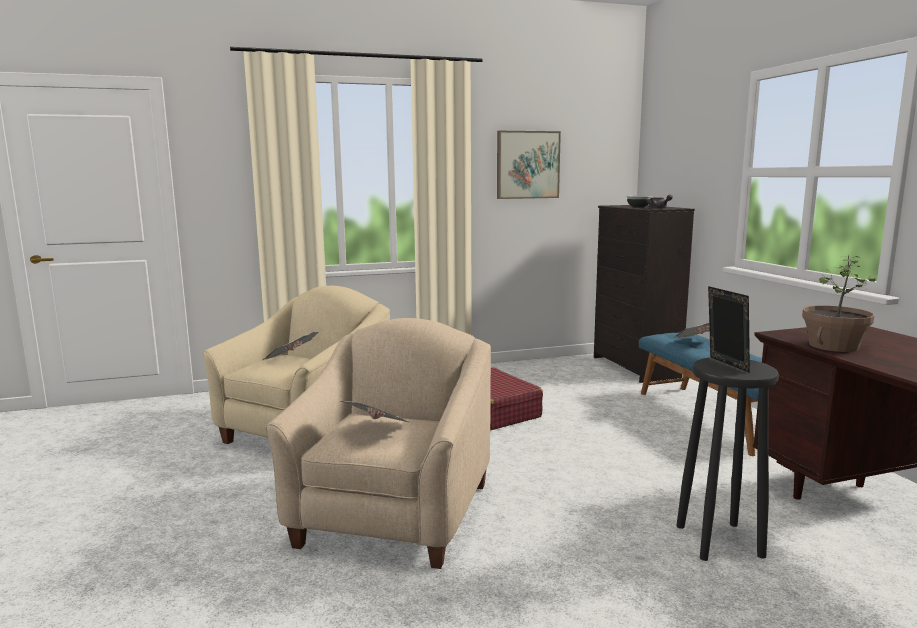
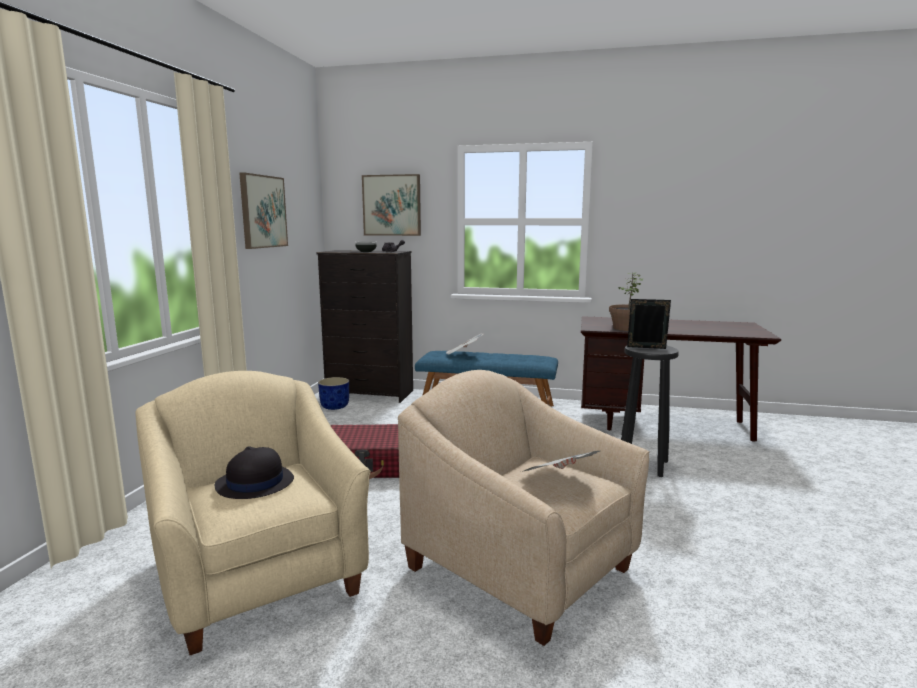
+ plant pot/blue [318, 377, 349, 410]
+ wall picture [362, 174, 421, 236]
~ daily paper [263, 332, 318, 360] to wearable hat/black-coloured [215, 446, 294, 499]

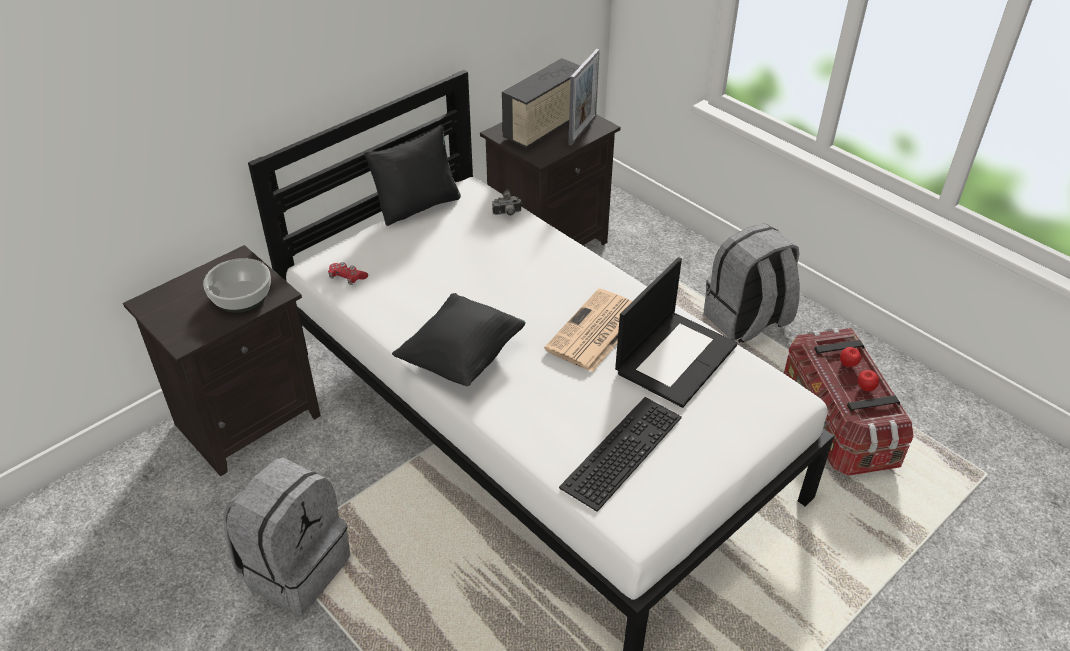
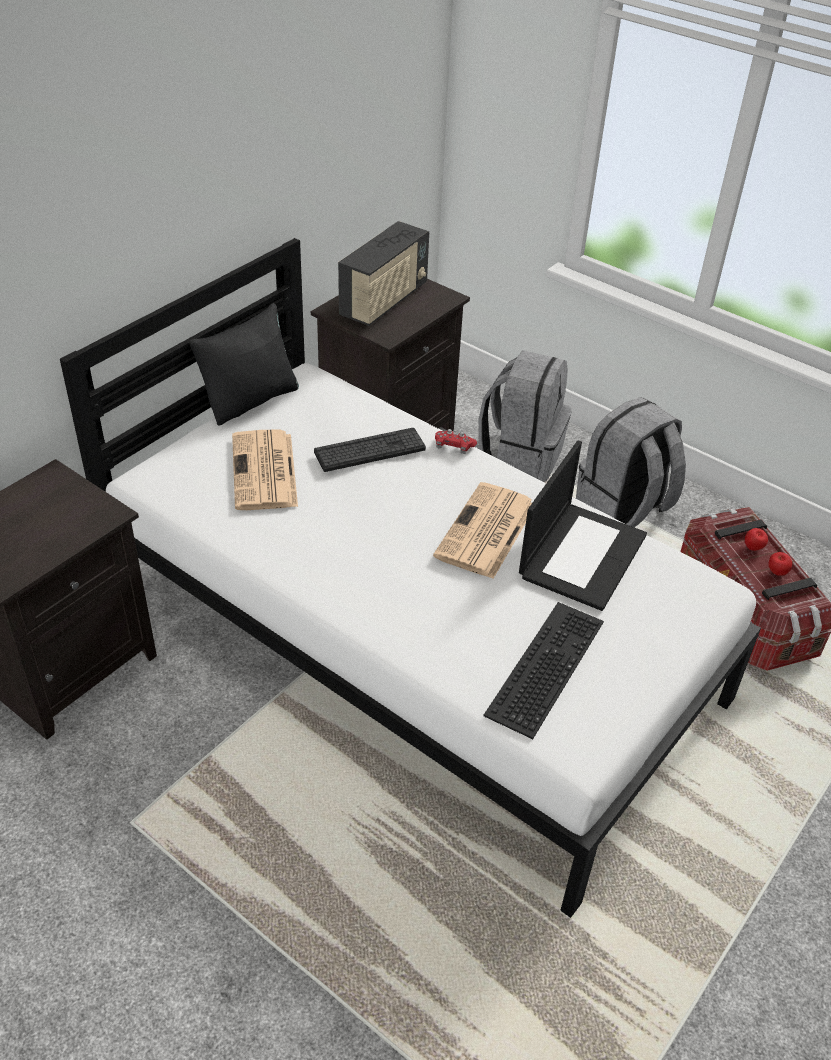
- serving bowl [203, 258, 271, 313]
- cushion/black-coloured [392, 293, 526, 386]
- still camera [492, 189, 522, 216]
- standing frame [568, 49, 600, 146]
+ daily paper [232, 430, 298, 510]
+ computer keyboard [314, 428, 426, 472]
~ backpack/greyish [223, 457, 350, 615] to [479, 350, 572, 482]
~ gamepad/reddish [328, 262, 368, 285] to [435, 429, 477, 454]

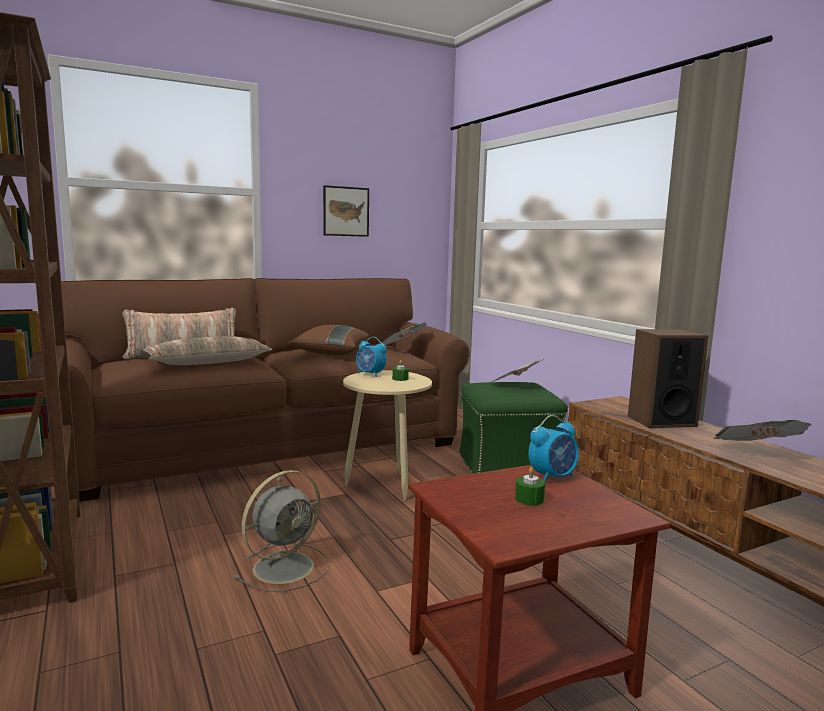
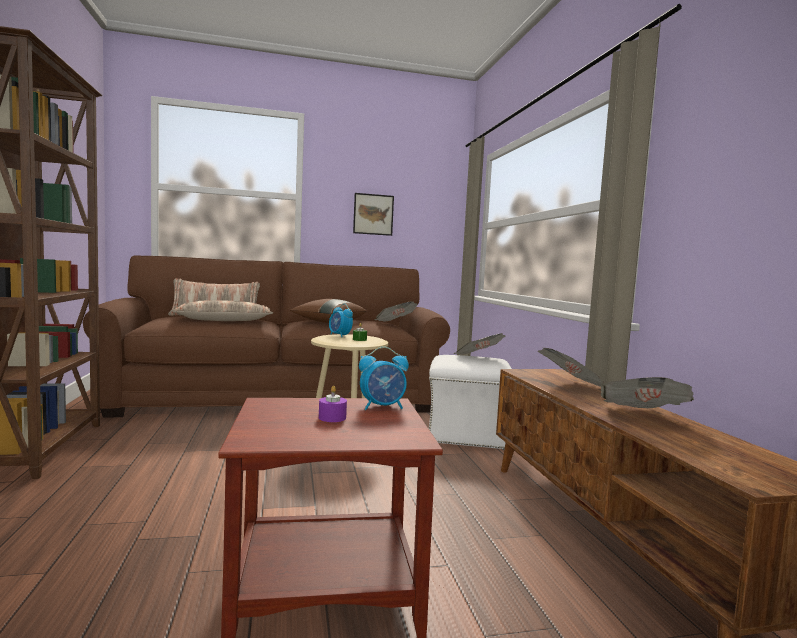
- electric fan/greyish [233, 470, 330, 592]
~ audio speaker [628, 329, 709, 428] to daily paper [538, 348, 605, 387]
~ pouffe/greenish [459, 382, 568, 474] to pouffe/white-coloured [429, 355, 512, 450]
~ wax candle/greenish [515, 467, 545, 506] to wax candle/purplish [319, 386, 347, 422]

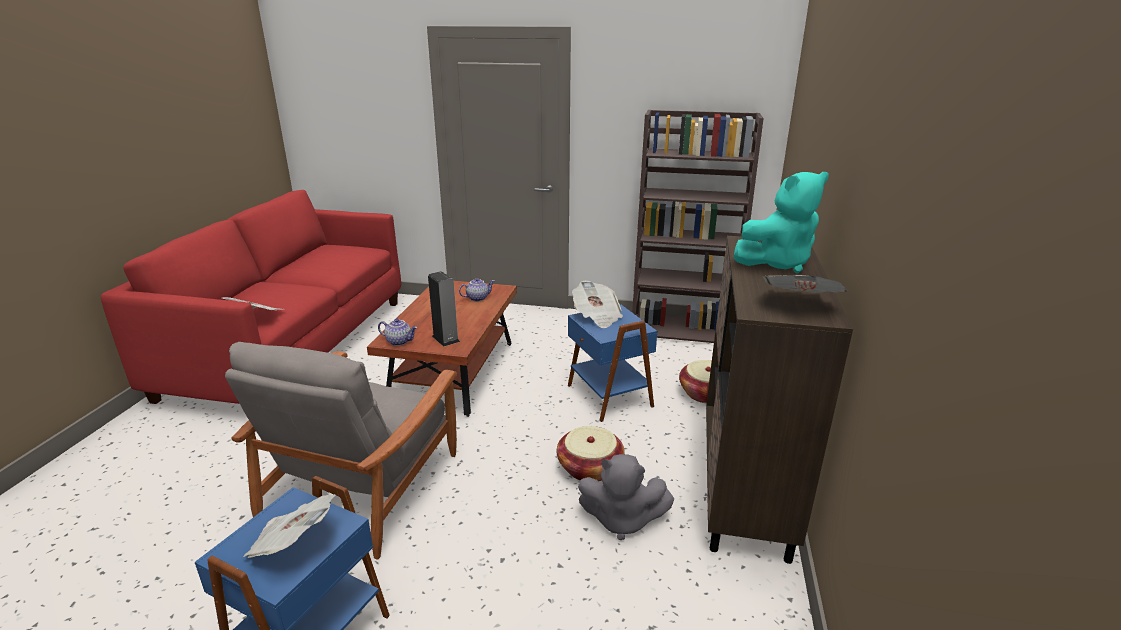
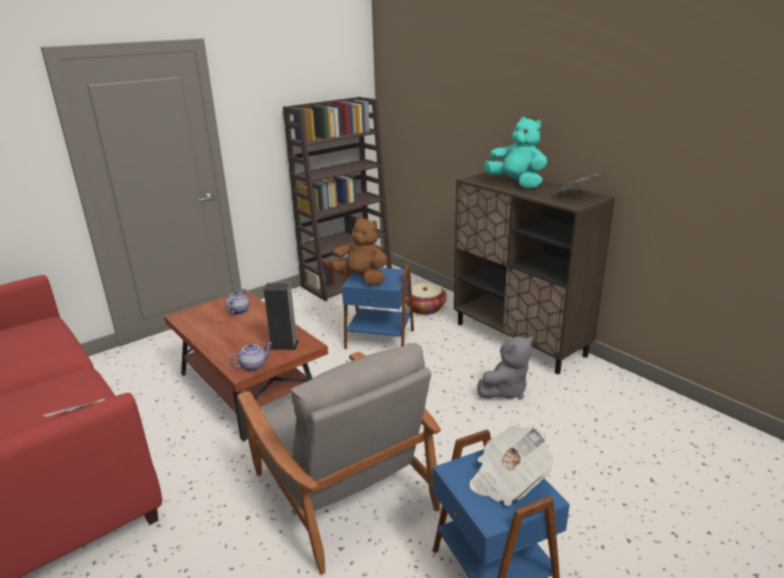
- storage basket [557, 426, 625, 482]
~ daily paper [572, 280, 623, 328] to cuddly toy/brown [328, 216, 387, 285]
~ cuddly toy/turquoise [734, 172, 829, 273] = [484, 116, 547, 188] 60 degrees counterclockwise

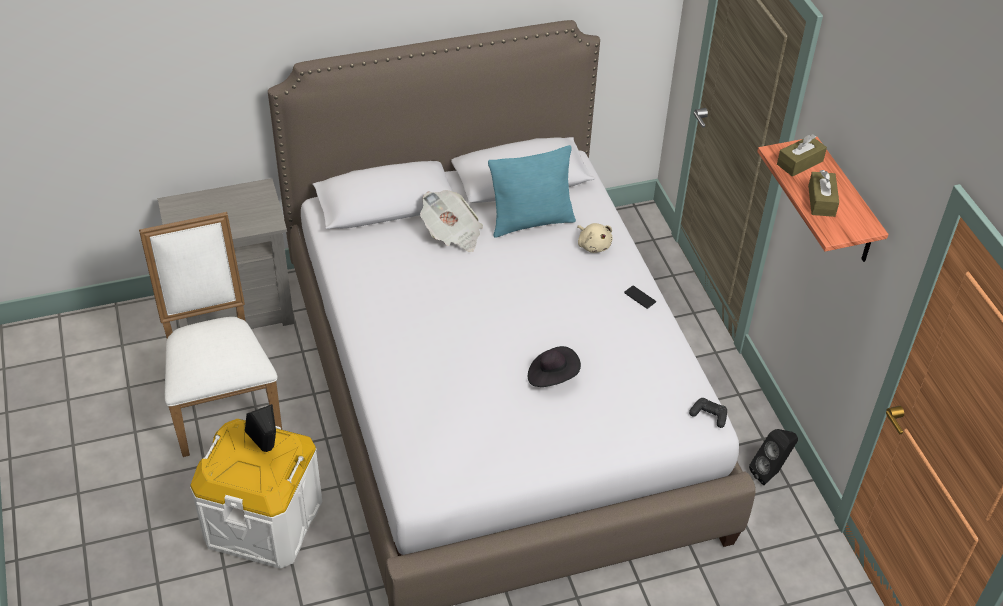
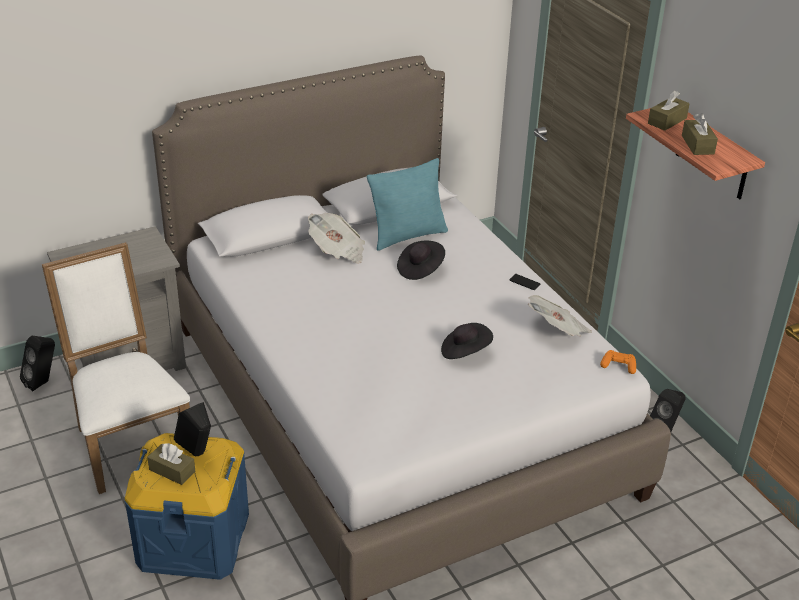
- cuddly toy/sand-coloured [577, 223, 613, 253]
+ audio speaker/black-coloured [20, 336, 55, 391]
+ box of tissues/brown [147, 443, 195, 485]
+ wearable hat/black-coloured [397, 241, 445, 280]
+ daily paper [528, 295, 592, 336]
~ storage box/white-coloured [190, 419, 322, 569] to storage box/blue [125, 433, 249, 580]
~ gamepad/black-coloured [689, 398, 727, 428] to gamepad/orangey [600, 350, 636, 374]

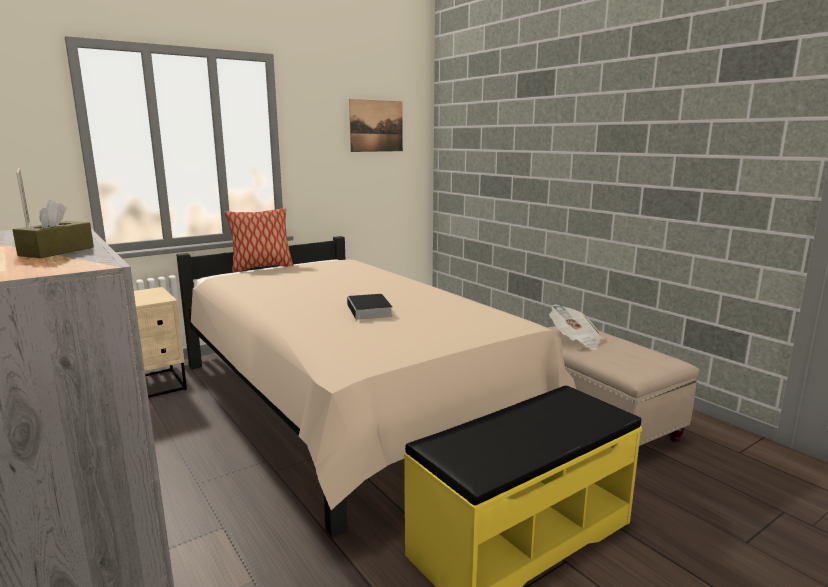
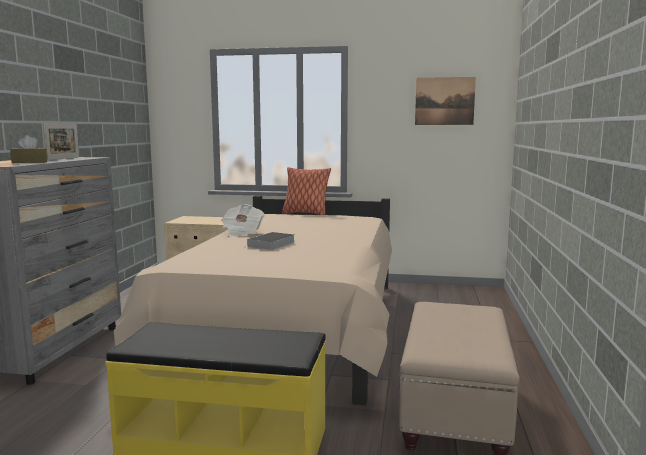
~ daily paper [549, 305, 603, 350] to [222, 204, 265, 237]

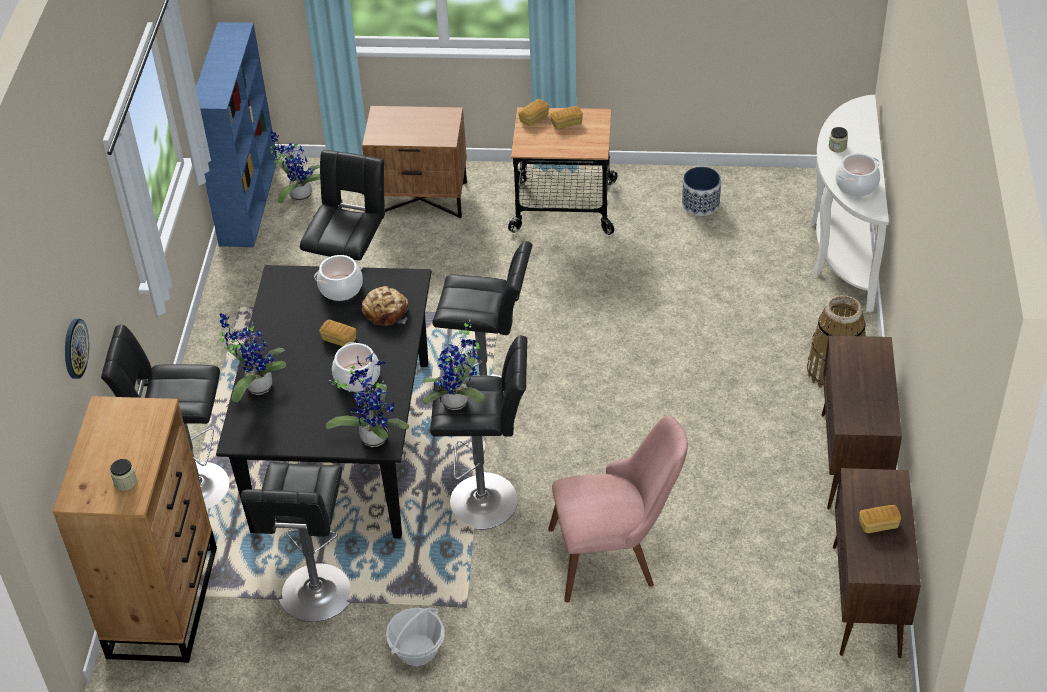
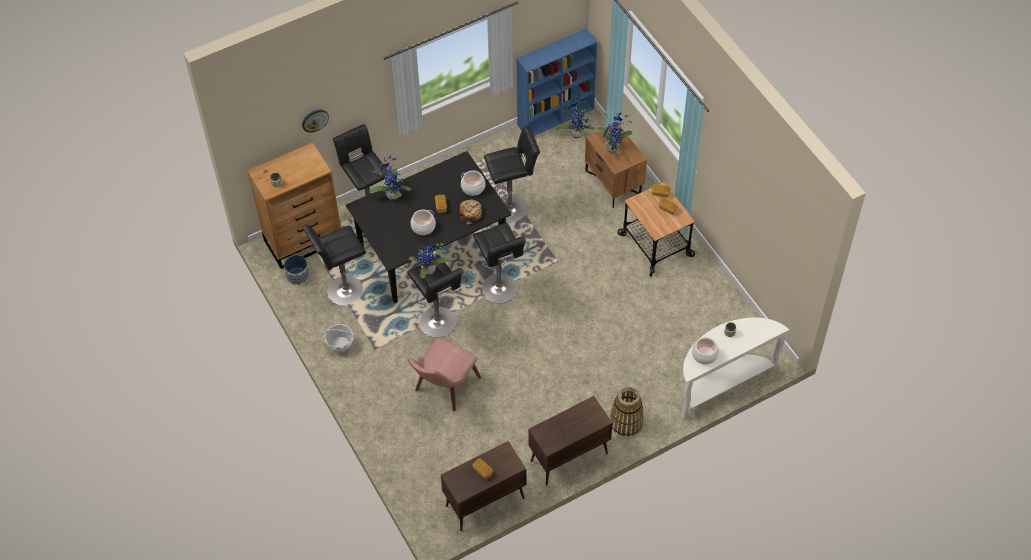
~ potted plant [326, 352, 409, 447] to [597, 111, 633, 154]
~ plant pot [682, 167, 721, 216] to [284, 255, 309, 285]
~ upright chair/pink [548, 415, 688, 602] = [408, 338, 481, 411] 75 degrees clockwise

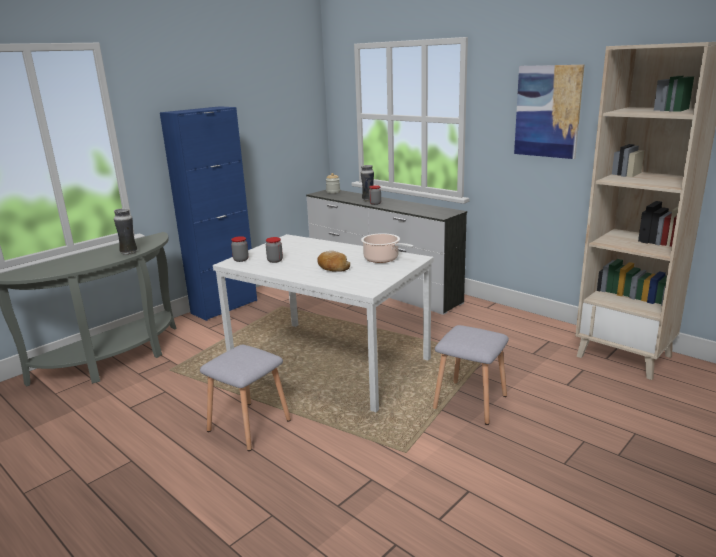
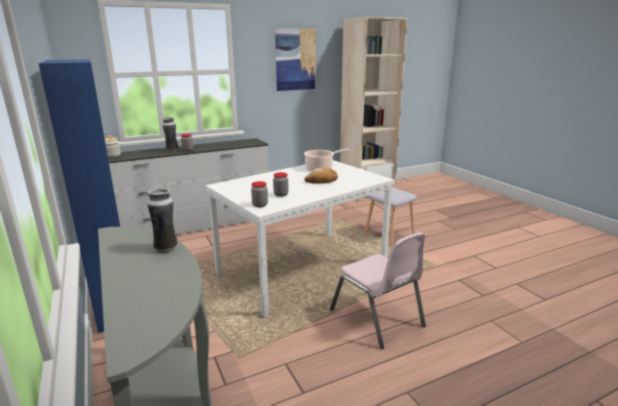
~ stool seat/greyish [200, 345, 291, 451] to upright chair/pink [330, 232, 426, 349]

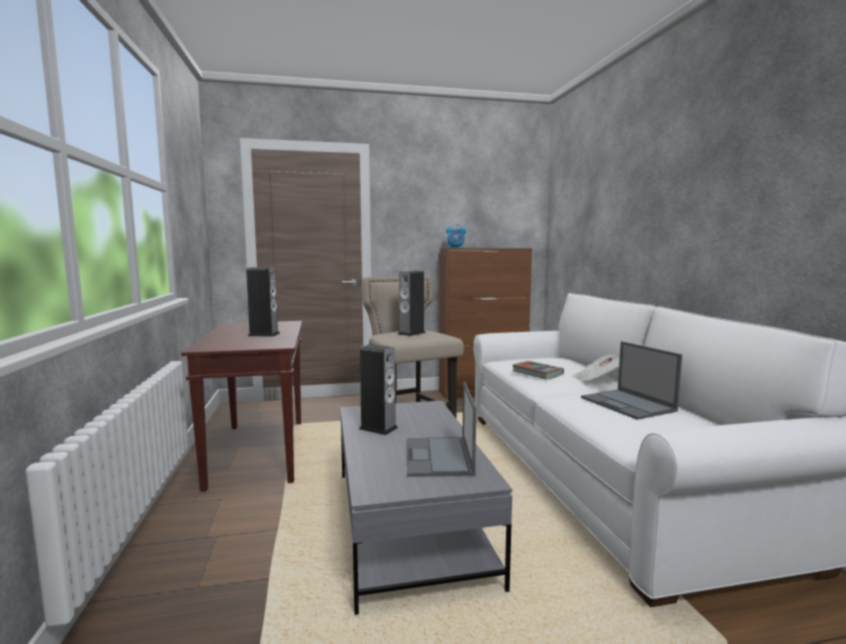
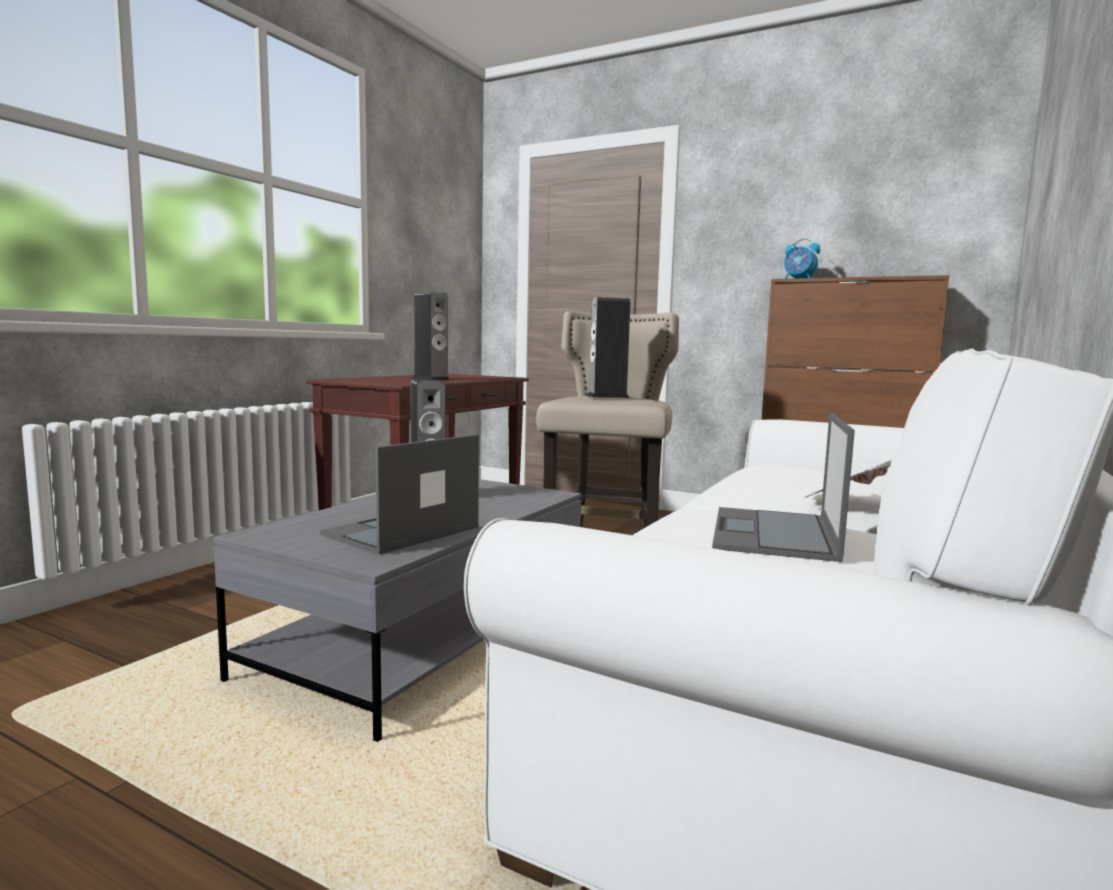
- book [512, 361, 564, 380]

